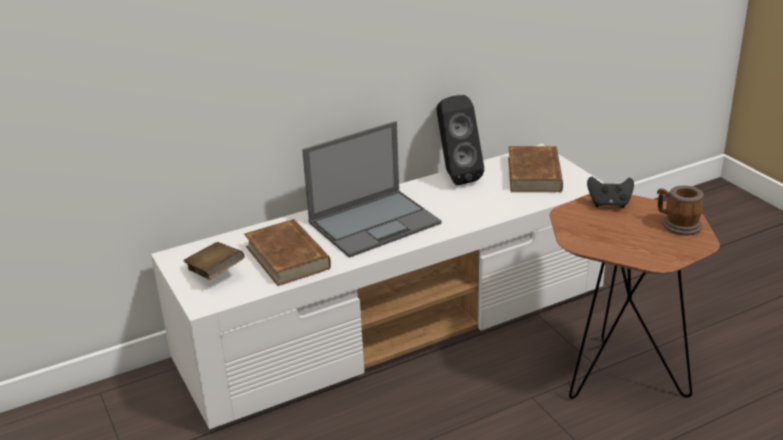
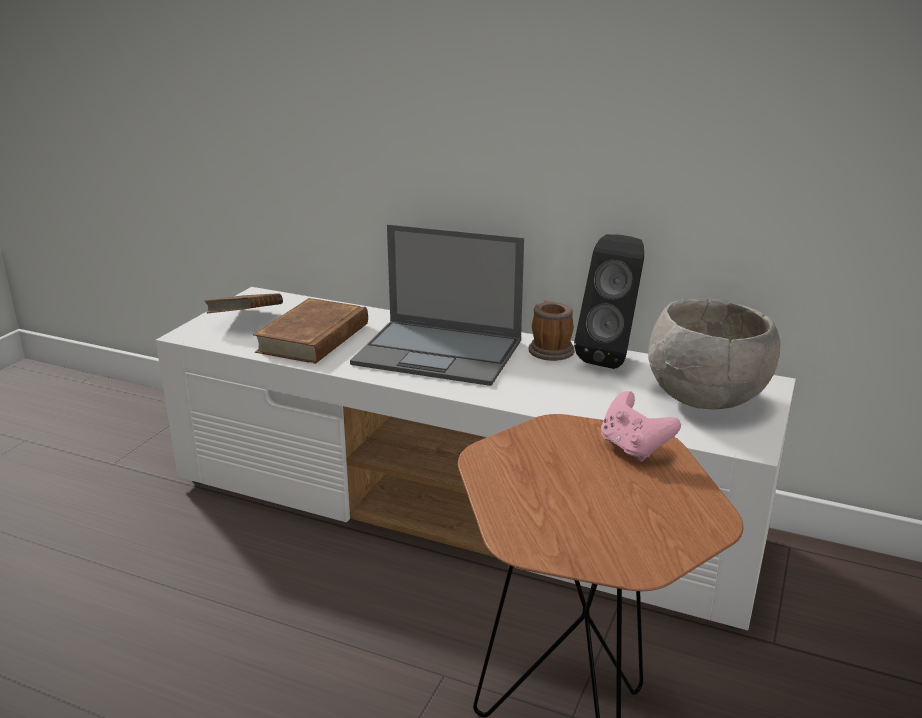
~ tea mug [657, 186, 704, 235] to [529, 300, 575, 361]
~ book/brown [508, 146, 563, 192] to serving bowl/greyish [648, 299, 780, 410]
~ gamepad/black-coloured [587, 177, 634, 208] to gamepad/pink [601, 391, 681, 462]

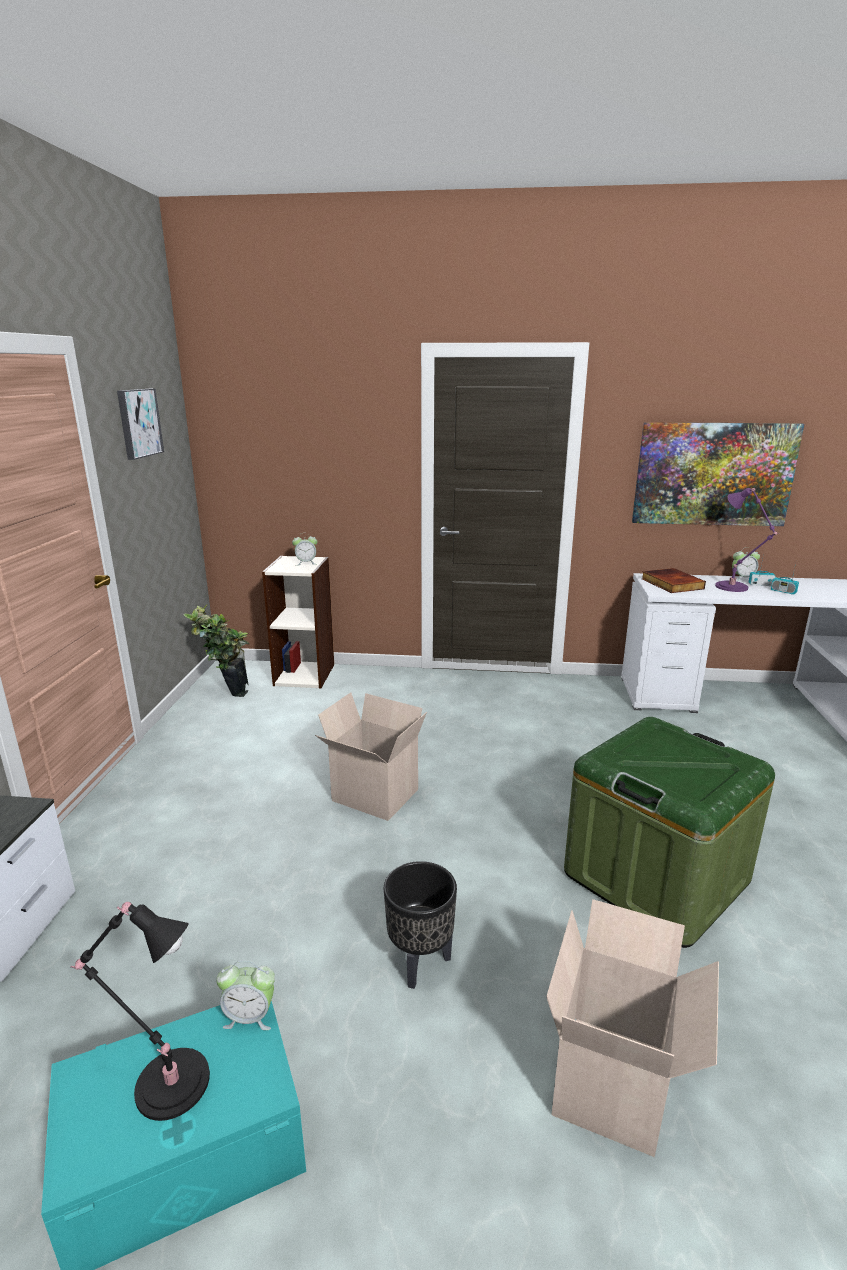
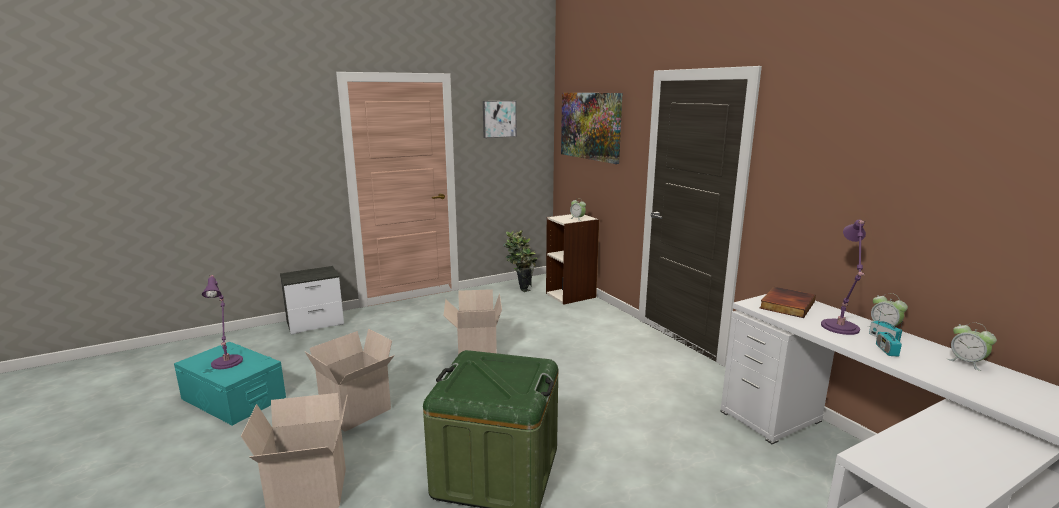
~ alarm clock [216, 960, 275, 1030] to [947, 322, 997, 371]
~ wall picture [632, 422, 804, 526] to [561, 93, 622, 164]
~ plant pot/black-coloured [384, 861, 457, 989] to carton [305, 329, 395, 432]
~ table lamp/black-coloured [71, 902, 210, 1121] to table lamp/purplish [202, 275, 243, 369]

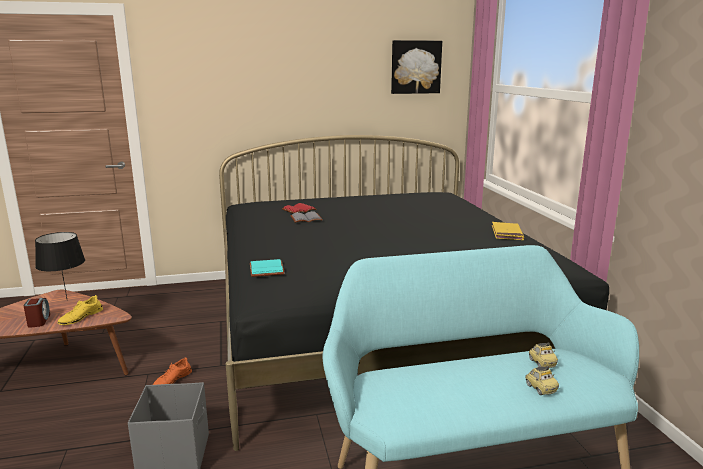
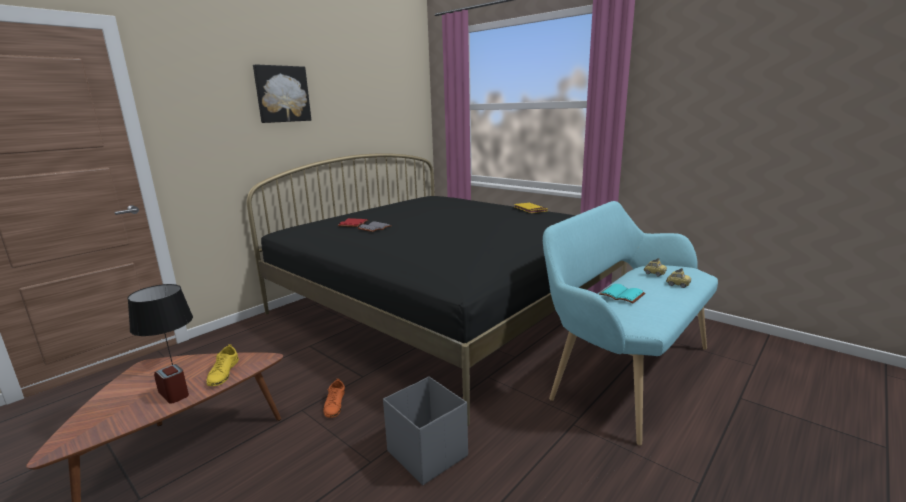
~ book/turquoise [250, 259, 285, 277] to [599, 284, 645, 304]
~ wall picture [391, 40, 442, 94] to [253, 64, 311, 123]

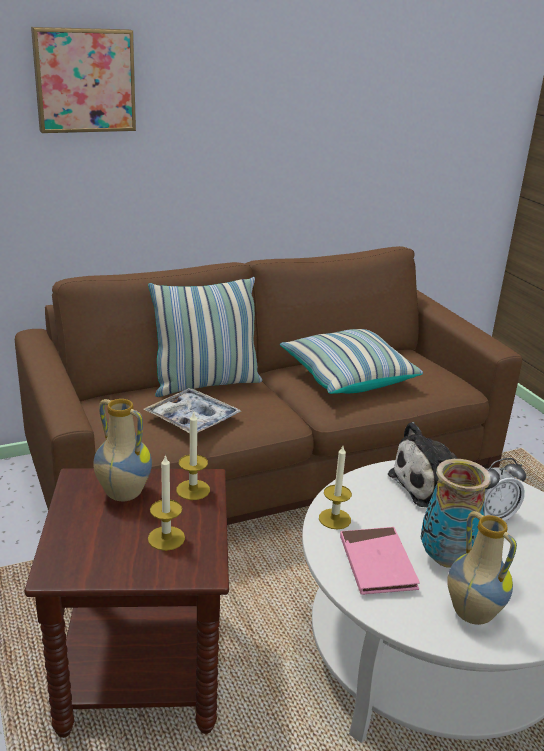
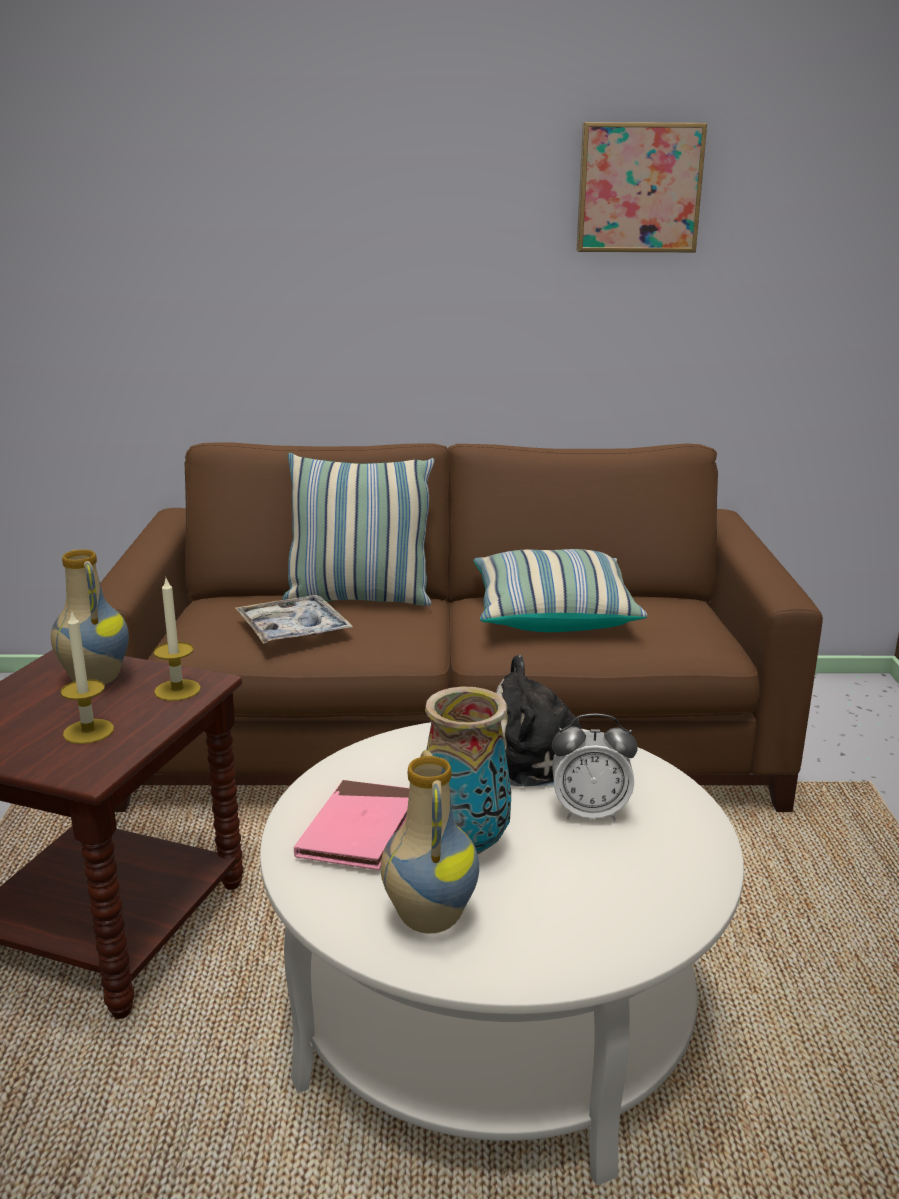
- wax candle [319, 446, 352, 529]
~ wall picture [31, 27, 136, 133] to [577, 122, 707, 253]

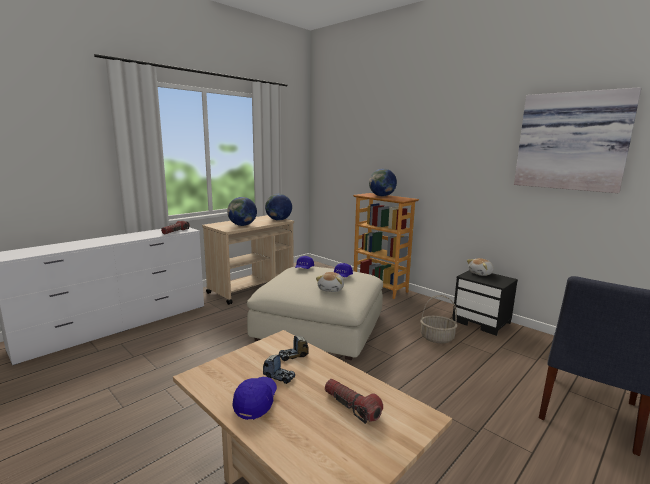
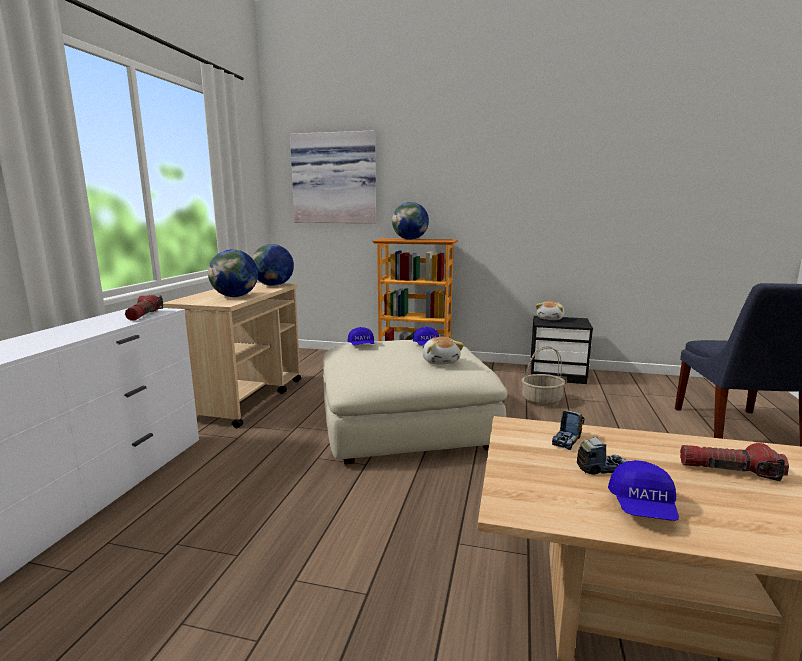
~ wall picture [514, 87, 641, 193] to [290, 130, 376, 223]
~ baseball cap/blue [233, 377, 277, 420] = [608, 460, 679, 521] 150 degrees counterclockwise

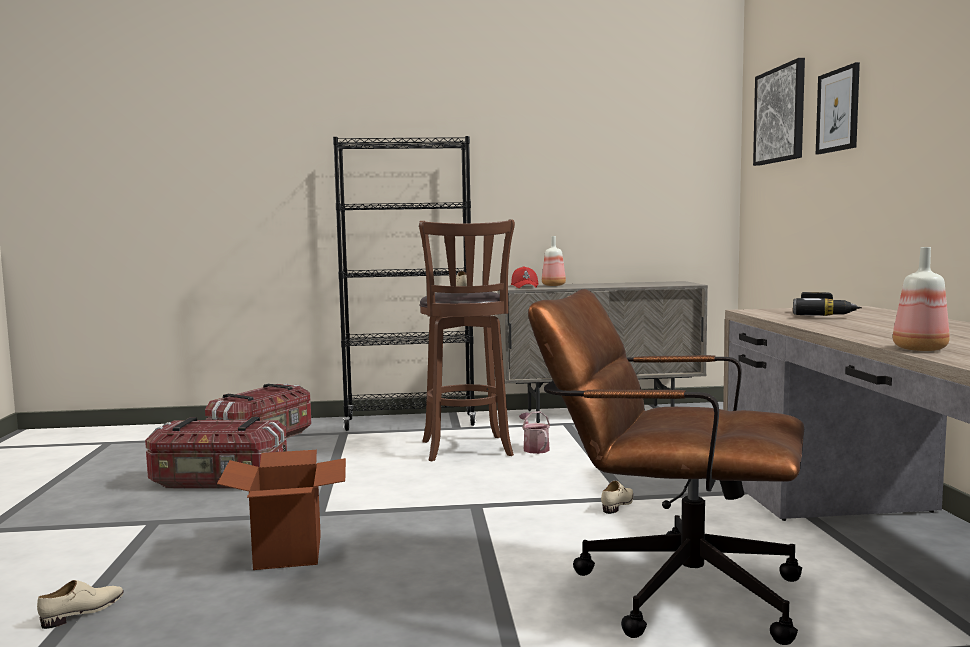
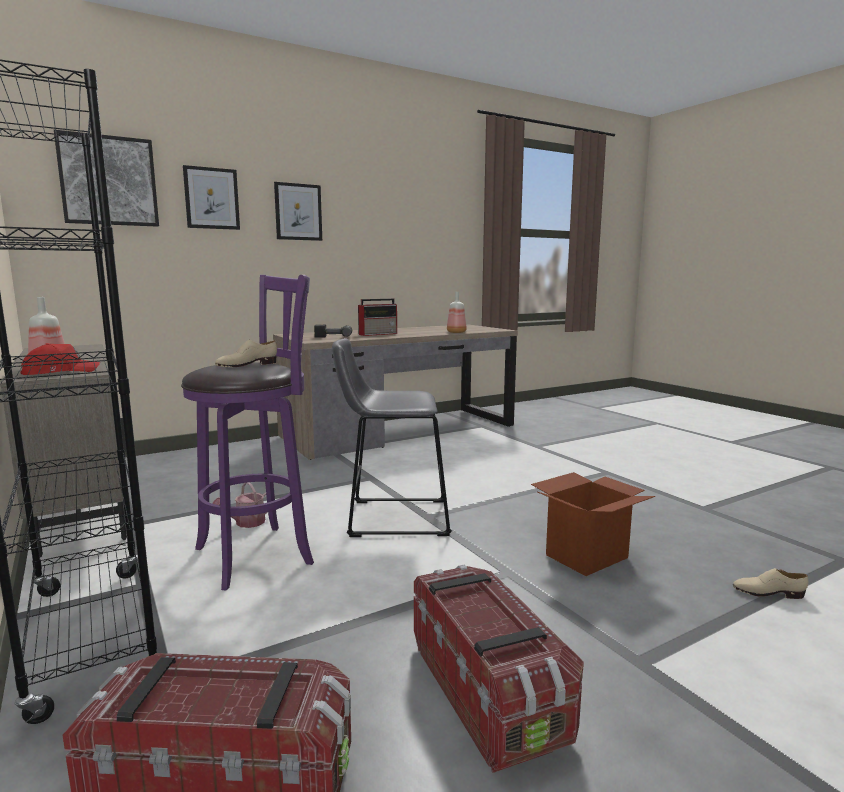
- computer chair/brown [528, 289, 804, 645]
- shoe/sand-coloured [601, 481, 633, 514]
+ wall picture [274, 182, 322, 241]
+ stool seat/greyish [332, 338, 452, 537]
+ radio set [358, 299, 397, 336]
~ stool seat/brown [419, 219, 515, 461] to stool seat/purplish [181, 275, 314, 590]

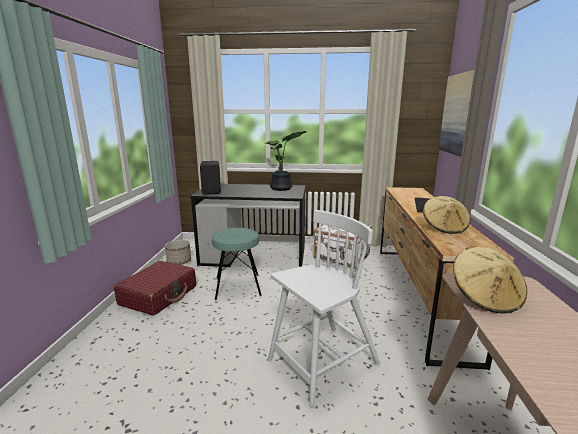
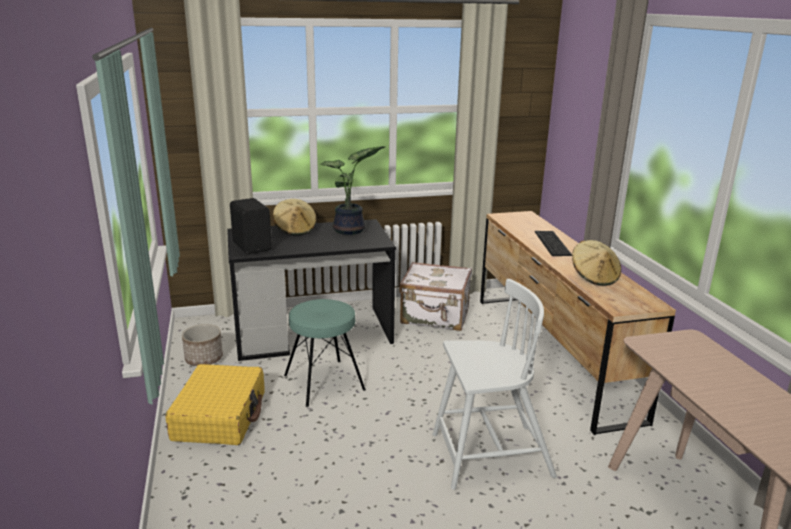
- wall picture [439, 70, 474, 157]
~ wearable hat/sand-coloured [453, 247, 527, 314] to [273, 199, 317, 235]
~ piece of luggage/reddish [113, 261, 196, 316] to piece of luggage/yellow [165, 364, 264, 445]
~ upright chair/white-coloured [268, 210, 380, 407] = [432, 279, 557, 490] 45 degrees clockwise

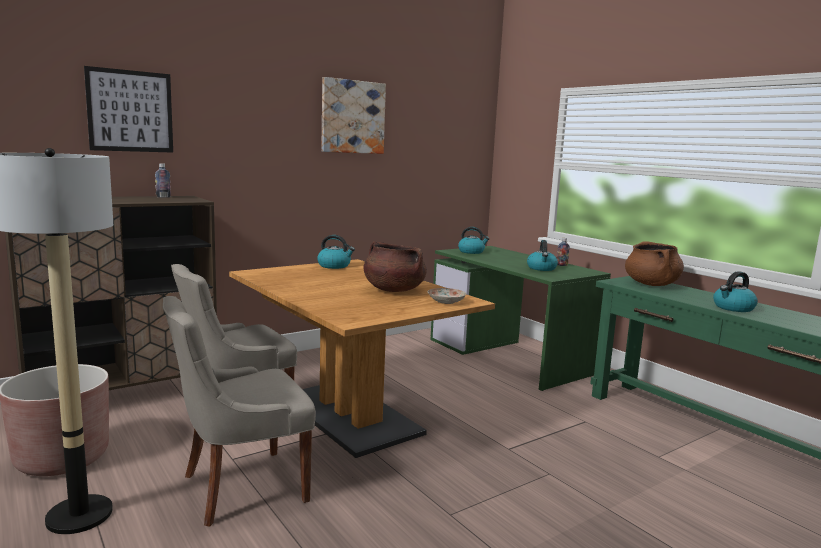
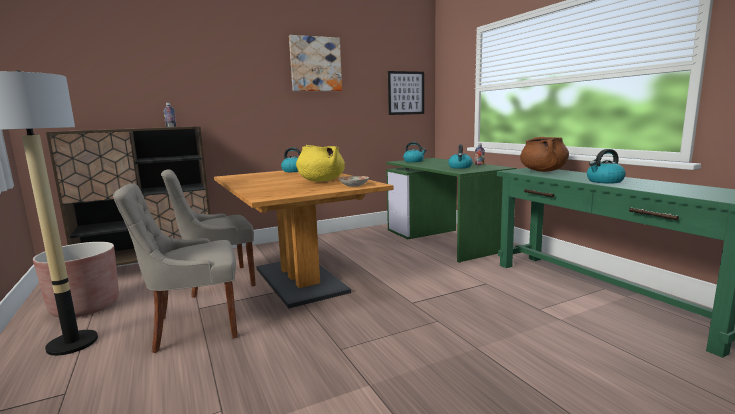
~ wall picture [84, 66, 173, 153] to [388, 71, 424, 115]
~ saucepot/brown [363, 241, 427, 292] to saucepot/yellow [296, 145, 345, 182]

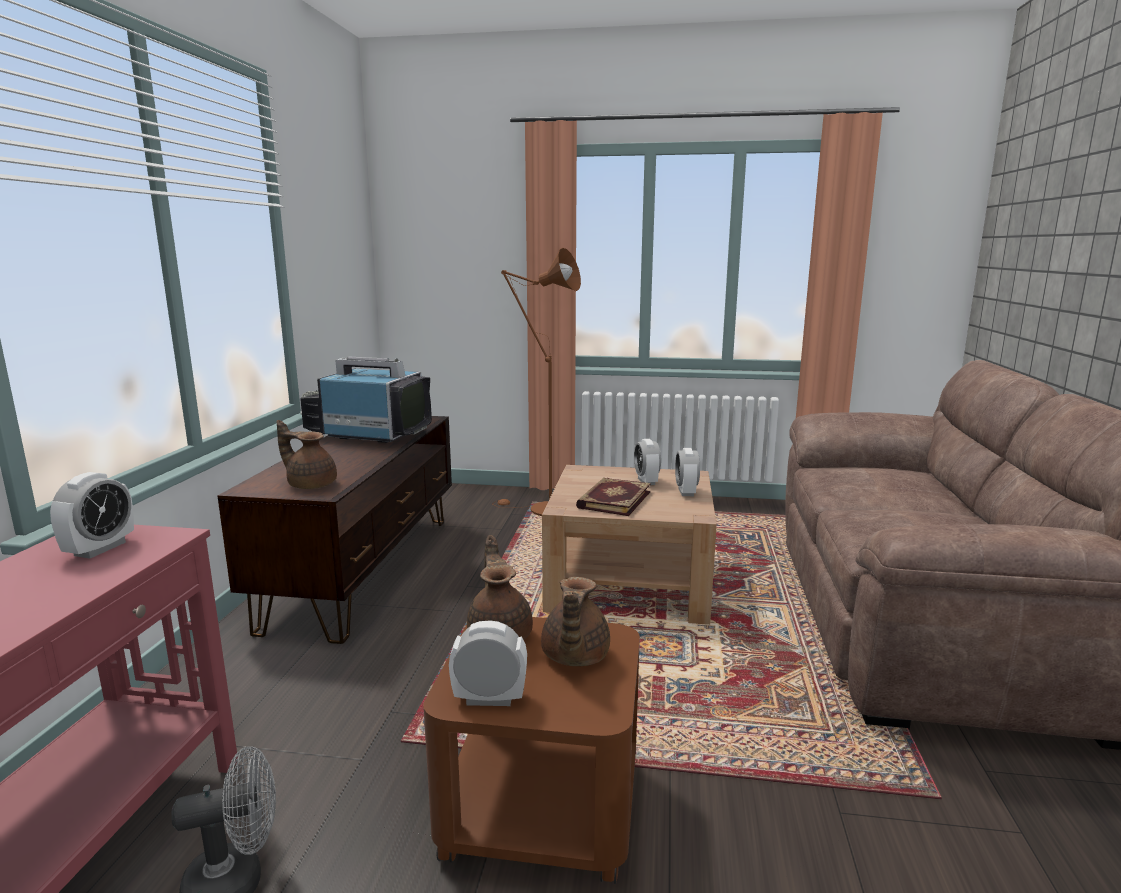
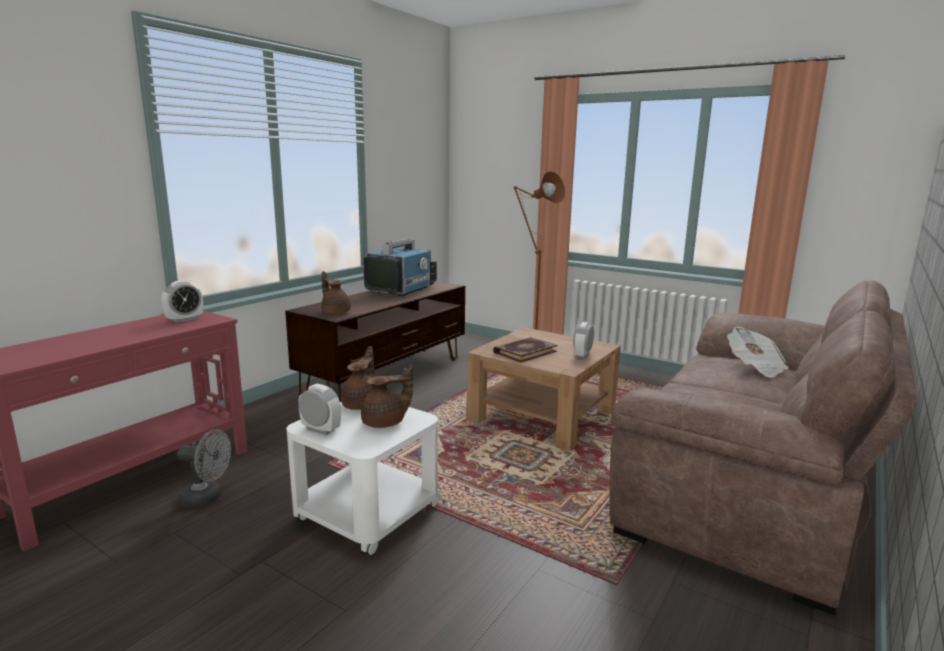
- alarm clock [634, 439, 661, 485]
+ daily paper [727, 327, 789, 378]
~ end table/brown [423, 617, 640, 884] to end table/white-coloured [287, 402, 440, 555]
~ TV set [300, 357, 432, 443] = [364, 239, 437, 296] 75 degrees clockwise
~ teapot/brown [541, 577, 610, 666] = [361, 365, 413, 428] 150 degrees counterclockwise

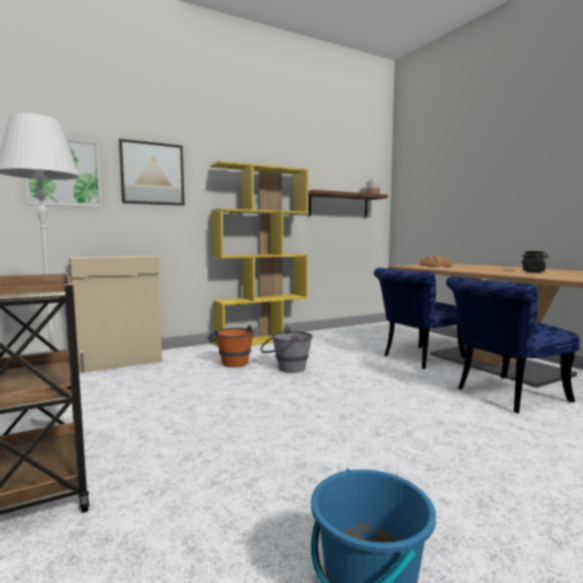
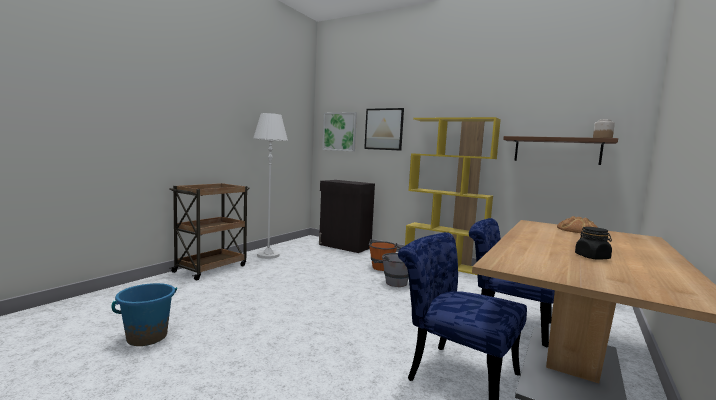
~ cabinet/sand-coloured [69, 255, 162, 373] to cabinet/black-coloured [319, 180, 375, 253]

